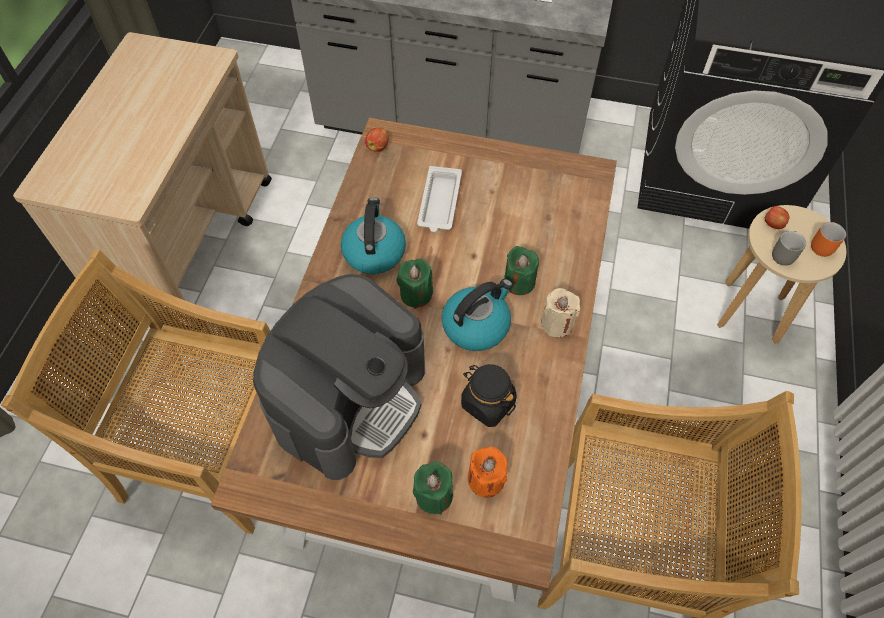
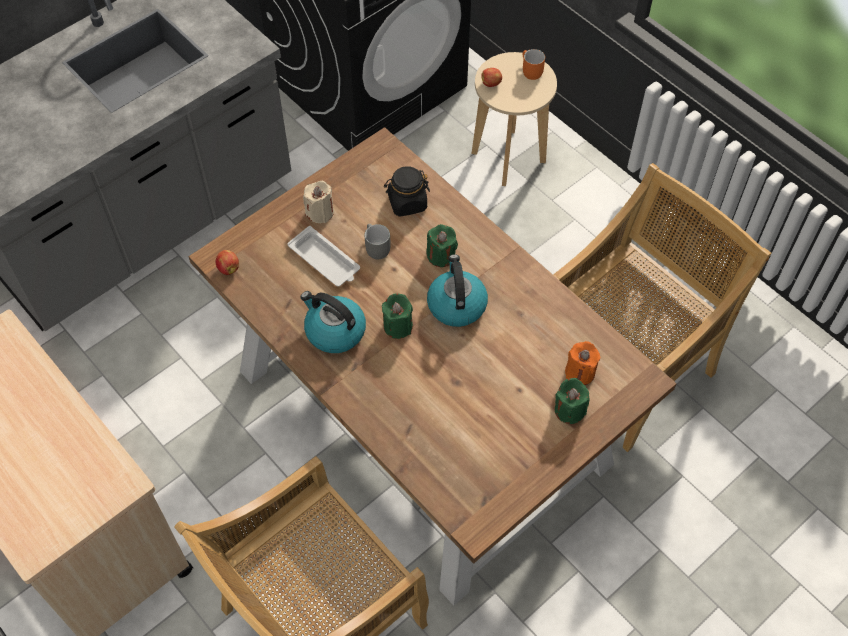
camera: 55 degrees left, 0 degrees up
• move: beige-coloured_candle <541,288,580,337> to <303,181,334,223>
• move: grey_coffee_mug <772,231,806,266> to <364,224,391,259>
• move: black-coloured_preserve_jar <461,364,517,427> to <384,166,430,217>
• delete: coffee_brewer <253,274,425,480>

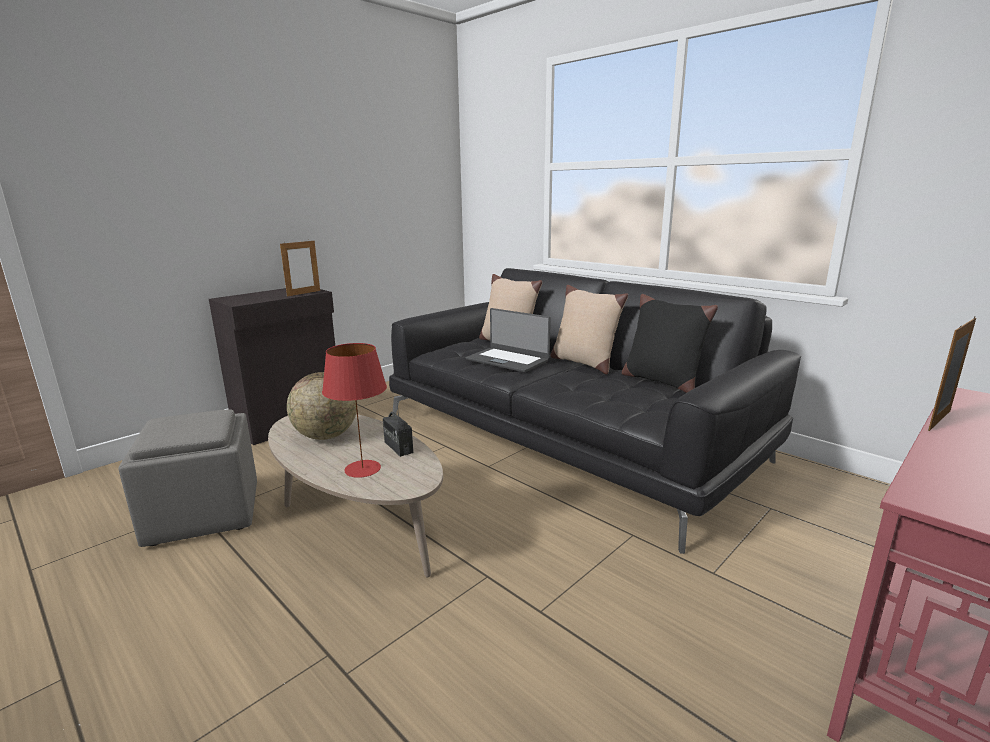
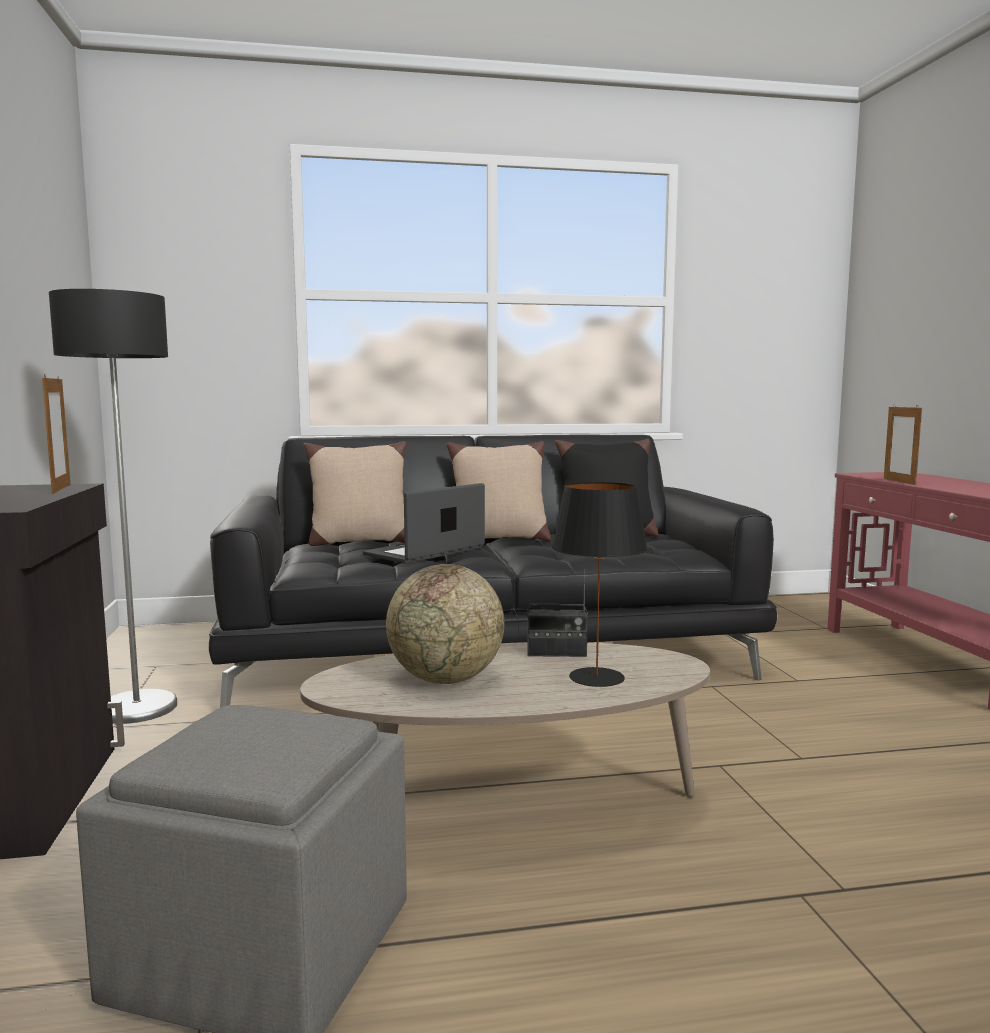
camera: 55 degrees left, 10 degrees down
• insert: floor_lamp <49,289,177,724>
• rotate: laptop <466,308,551,373> = <363,483,485,564> 150 degrees clockwise
• recolor: red_lamp_for_a_table <322,343,387,478> to black-coloured_lamp_for_a_table <552,482,648,687>

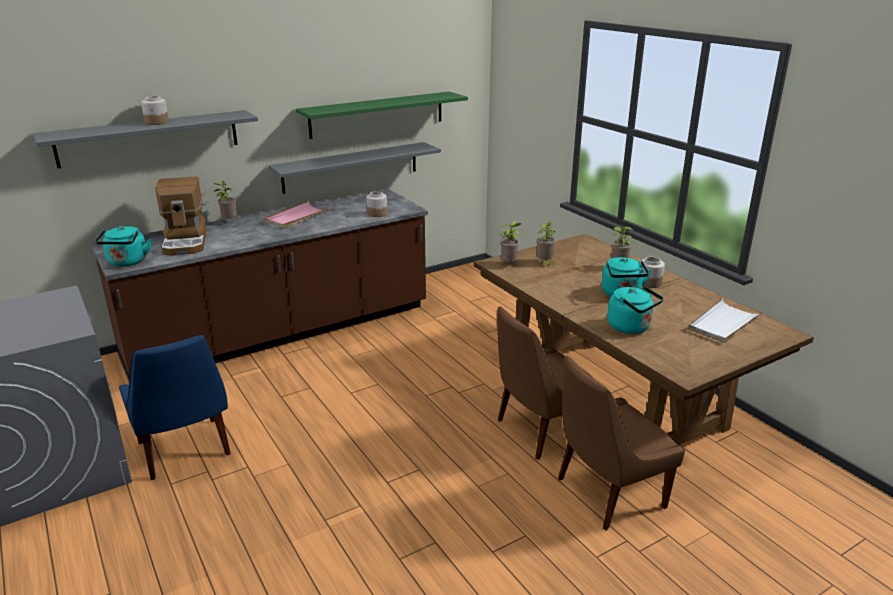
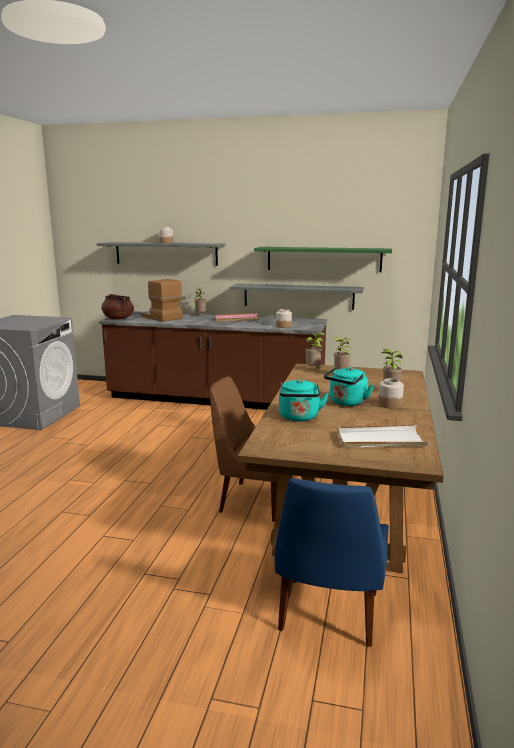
camera: 45 degrees right, 10 degrees down
• replace: turquoise_kettle <95,226,151,266> to brownish_saucepot <101,294,134,319>
• rotate: coffee_brewer <155,176,207,256> = <141,279,183,322> 105 degrees clockwise
• move: blue-coloured_chair <119,335,231,480> to <275,478,389,647>
• delete: brownish_chair <558,356,685,531>

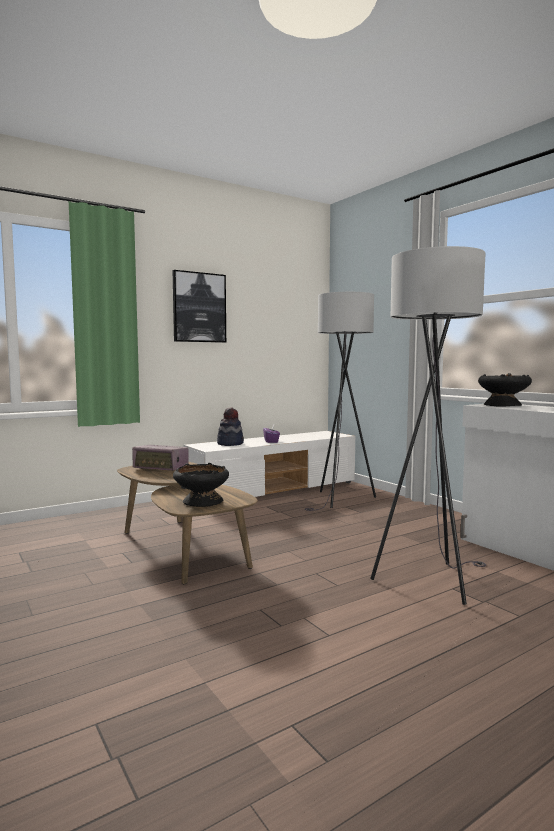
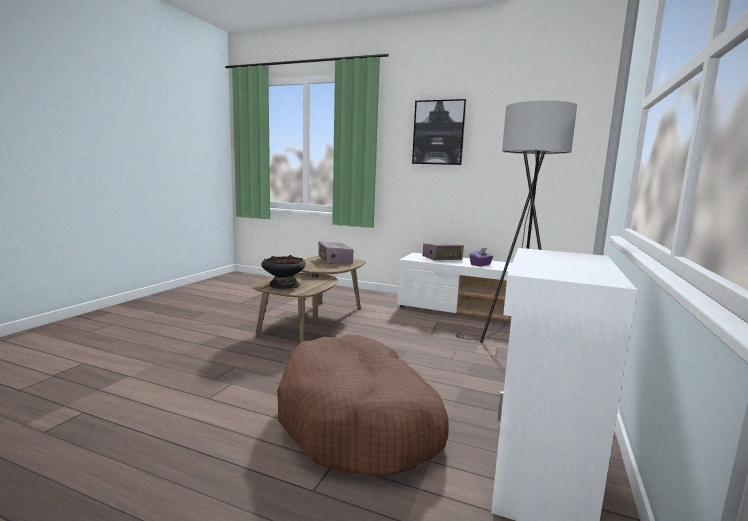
camera: 55 degrees right, 5 degrees up
• replace: grey_floor_lamp <370,246,486,605> to brownish_dog_bed <277,335,449,477>
• replace: hat <217,407,244,446> to radio_set <422,243,464,261>
• delete: black-coloured_serving_bowl <478,373,532,407>

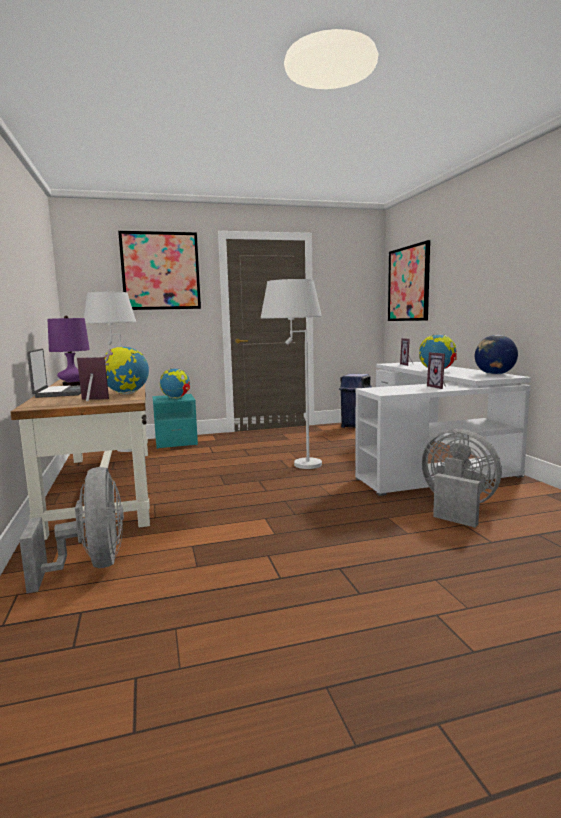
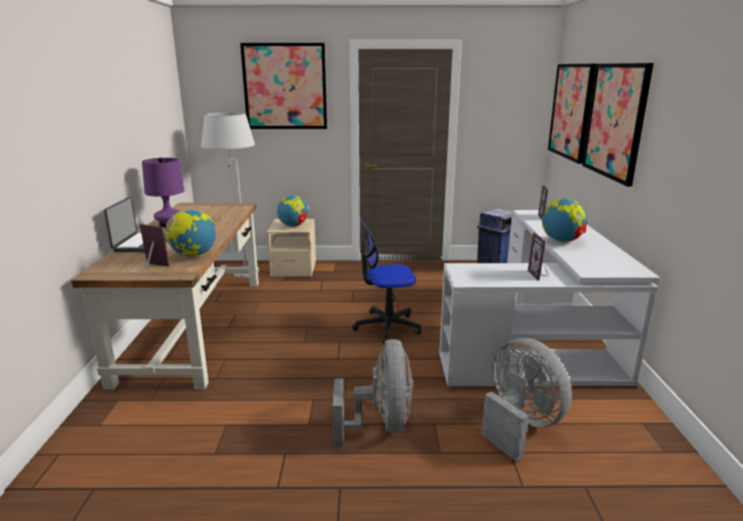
camera: 15 degrees right, 10 degrees up
• recolor: turquoise_nightstand <152,394,198,449> to beige-coloured_nightstand <267,219,316,277>
• move: grey_fan <19,467,124,593> to <333,339,413,448>
• replace: white-coloured_floor_lamp <261,279,322,469> to computer_chair <352,219,421,344>
• insert: picture <582,63,654,186>
• delete: world_globe <475,335,518,375>

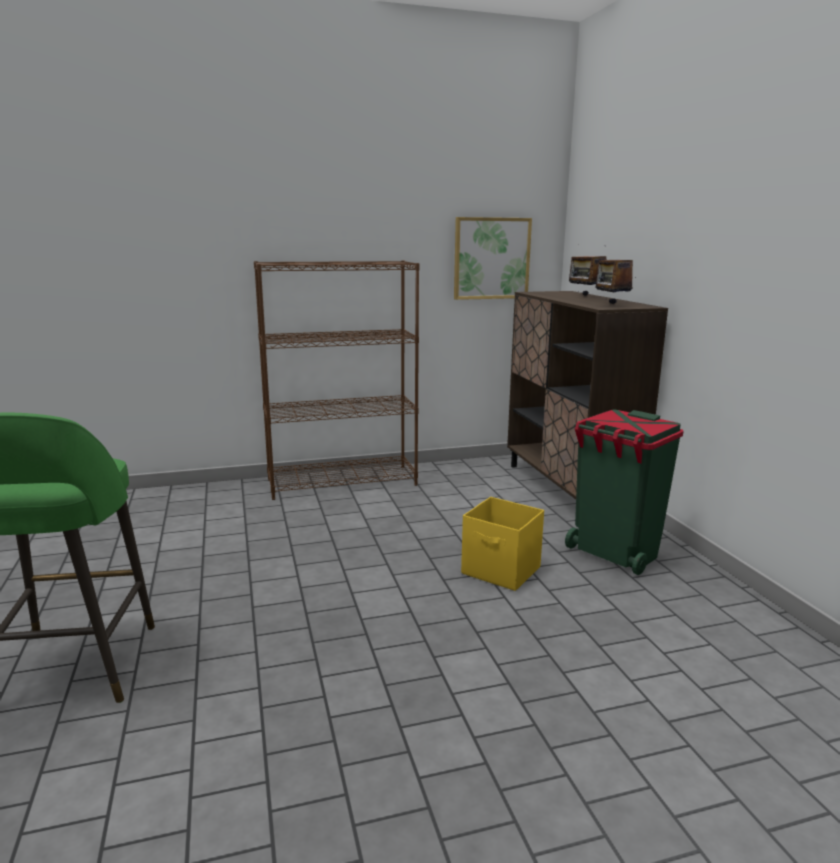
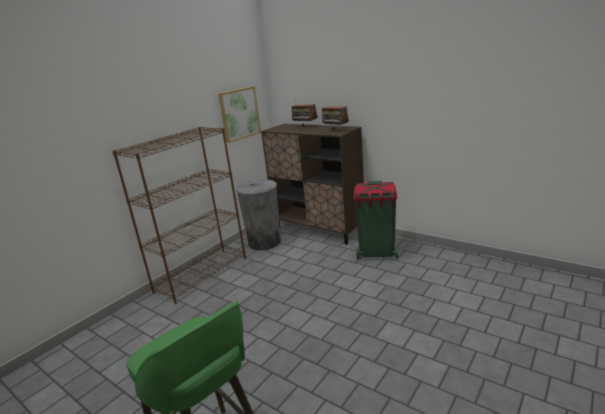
camera: 35 degrees left, 5 degrees up
• insert: grey_rubbish_bin <236,179,281,250>
• delete: yellowish_storage_box <461,497,544,591>

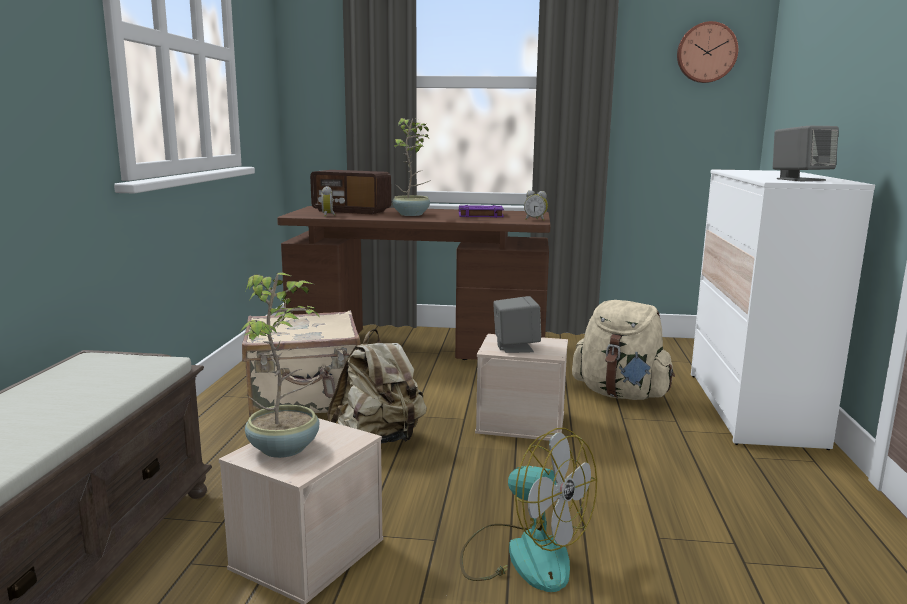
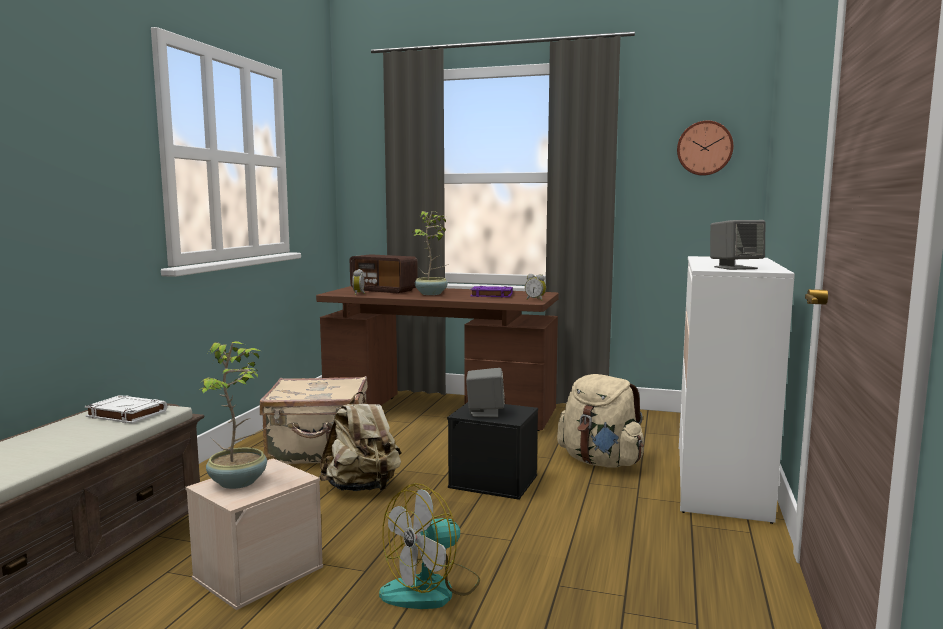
camera: 10 degrees right, 5 degrees down
• insert: white-coloured_book <85,395,167,424>
• rotate: fan <460,428,597,592> = <379,483,480,609> 90 degrees clockwise
• recolor: beige-coloured_storage_box <475,334,568,441> to black-coloured_storage_box <447,402,538,500>

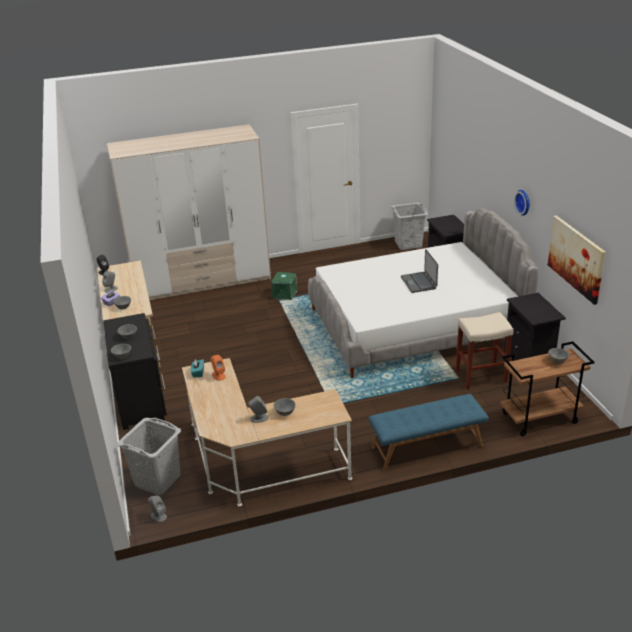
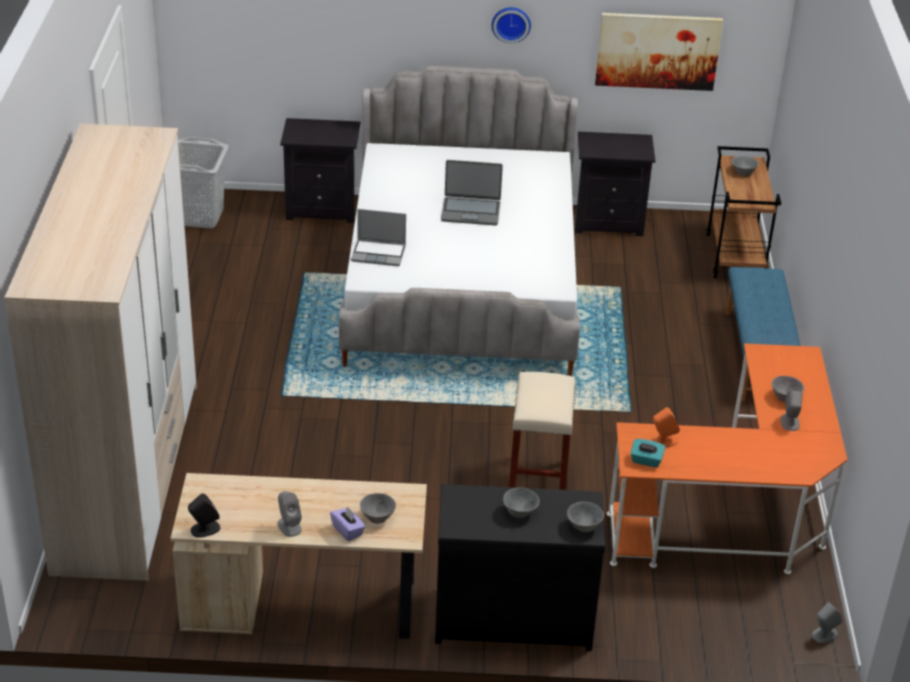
camera: 75 degrees left, 5 degrees up
• insert: laptop <351,209,406,266>
• move: beige-coloured_stool <456,312,513,389> to <509,372,575,490>
• recolor: beige-coloured_desk_table <182,358,352,506> to orange-coloured_desk_table <607,343,847,574>
• delete: grey_laundry_basket <117,418,181,495>
• delete: green-coloured_storage_box <271,272,297,300>

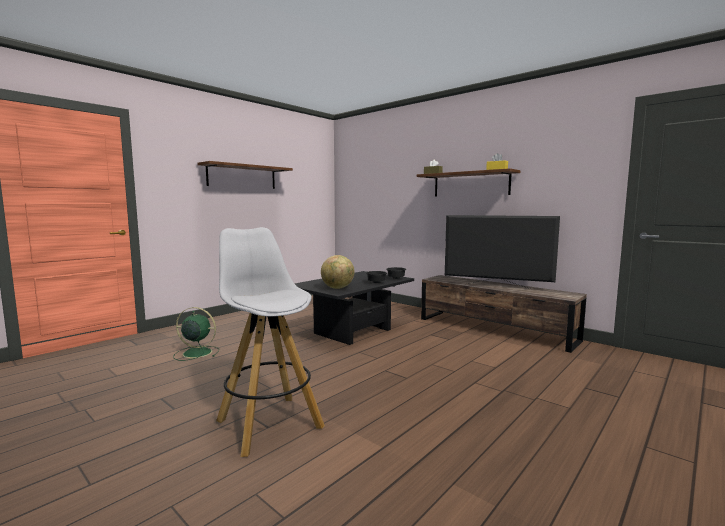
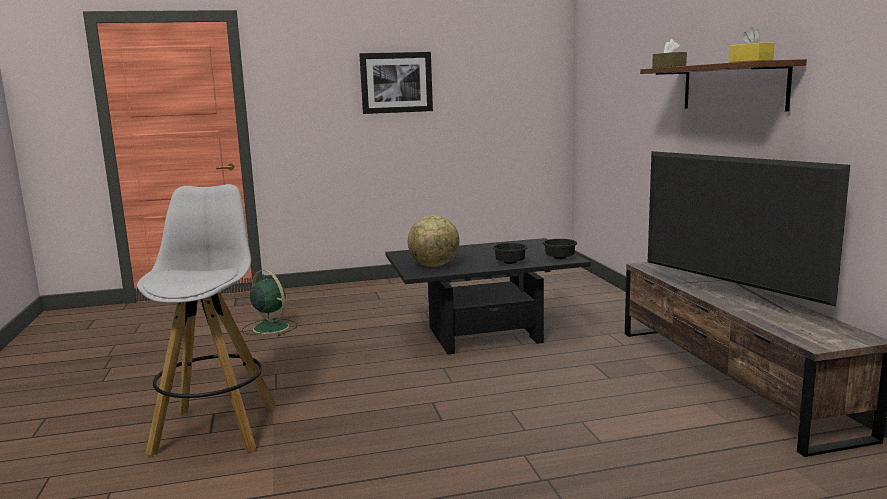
camera: 35 degrees right, 5 degrees up
• replace: brownish_shelf <197,161,293,189> to picture <359,52,433,114>

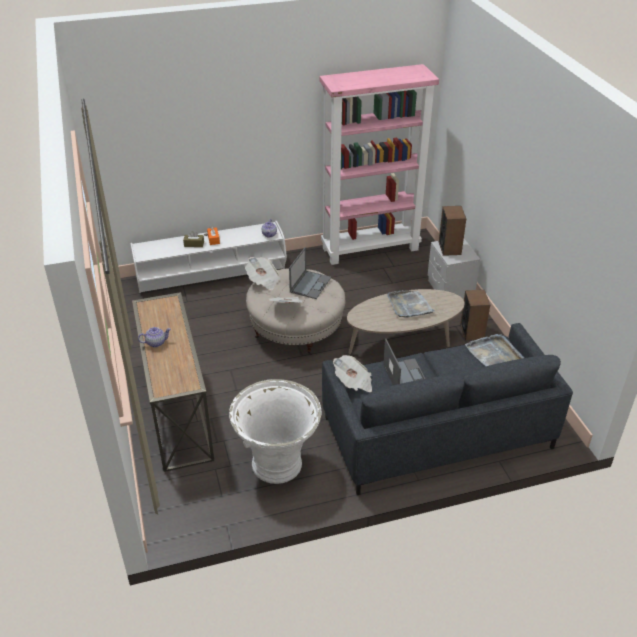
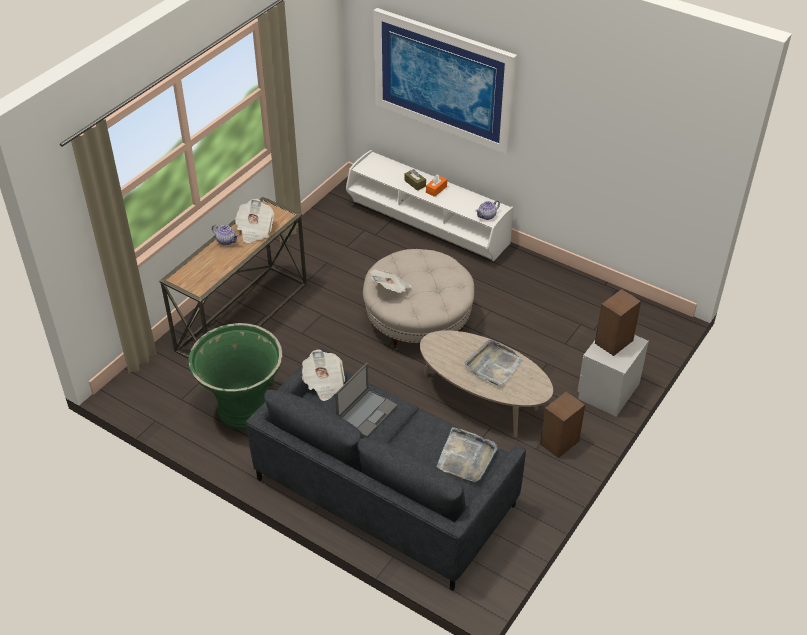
camera: 50 degrees right, 5 degrees up
• recolor: white-coloured_plant_pot <229,379,322,484> to green-coloured_plant_pot <189,323,282,429>
• move: printed_paper <245,257,281,290> to <235,199,274,243>
• insert: picture <374,8,517,154>
• delete: laptop <289,247,331,299>
• delete: pinkish_bookcase <320,64,439,265>

